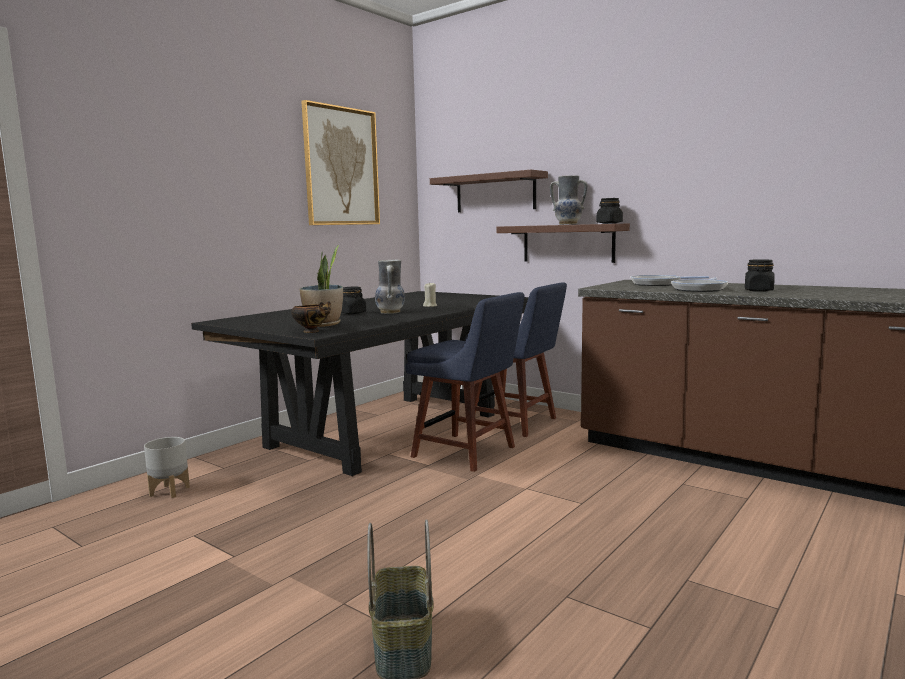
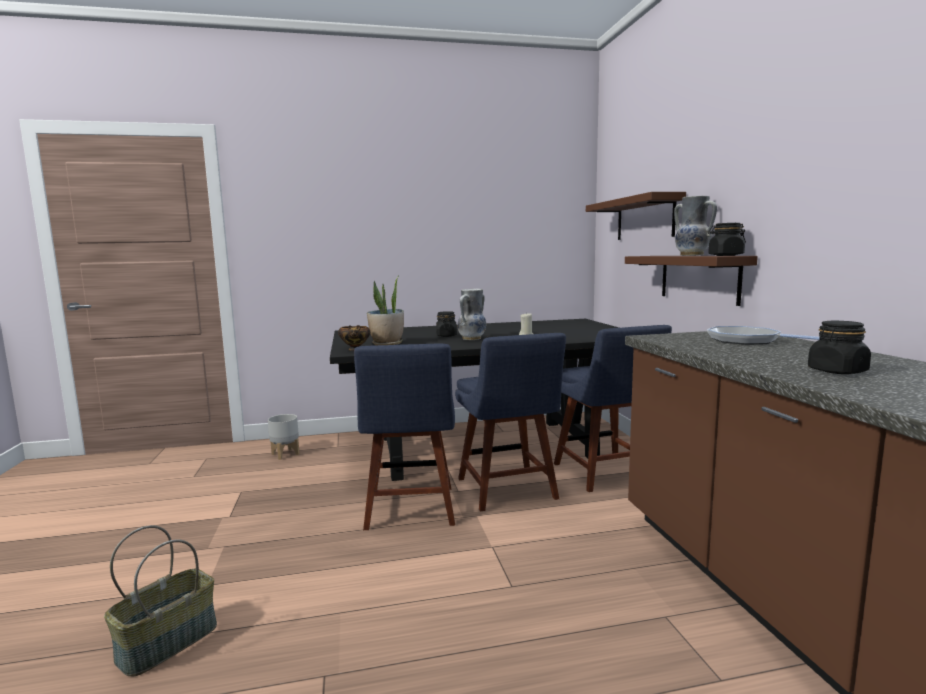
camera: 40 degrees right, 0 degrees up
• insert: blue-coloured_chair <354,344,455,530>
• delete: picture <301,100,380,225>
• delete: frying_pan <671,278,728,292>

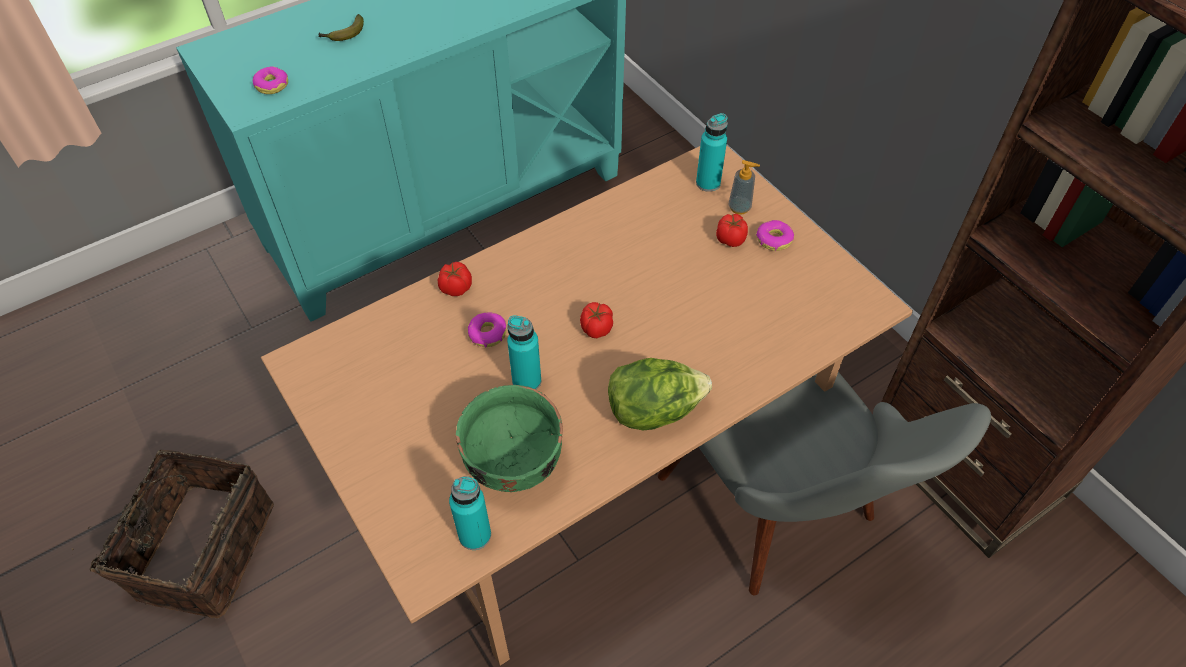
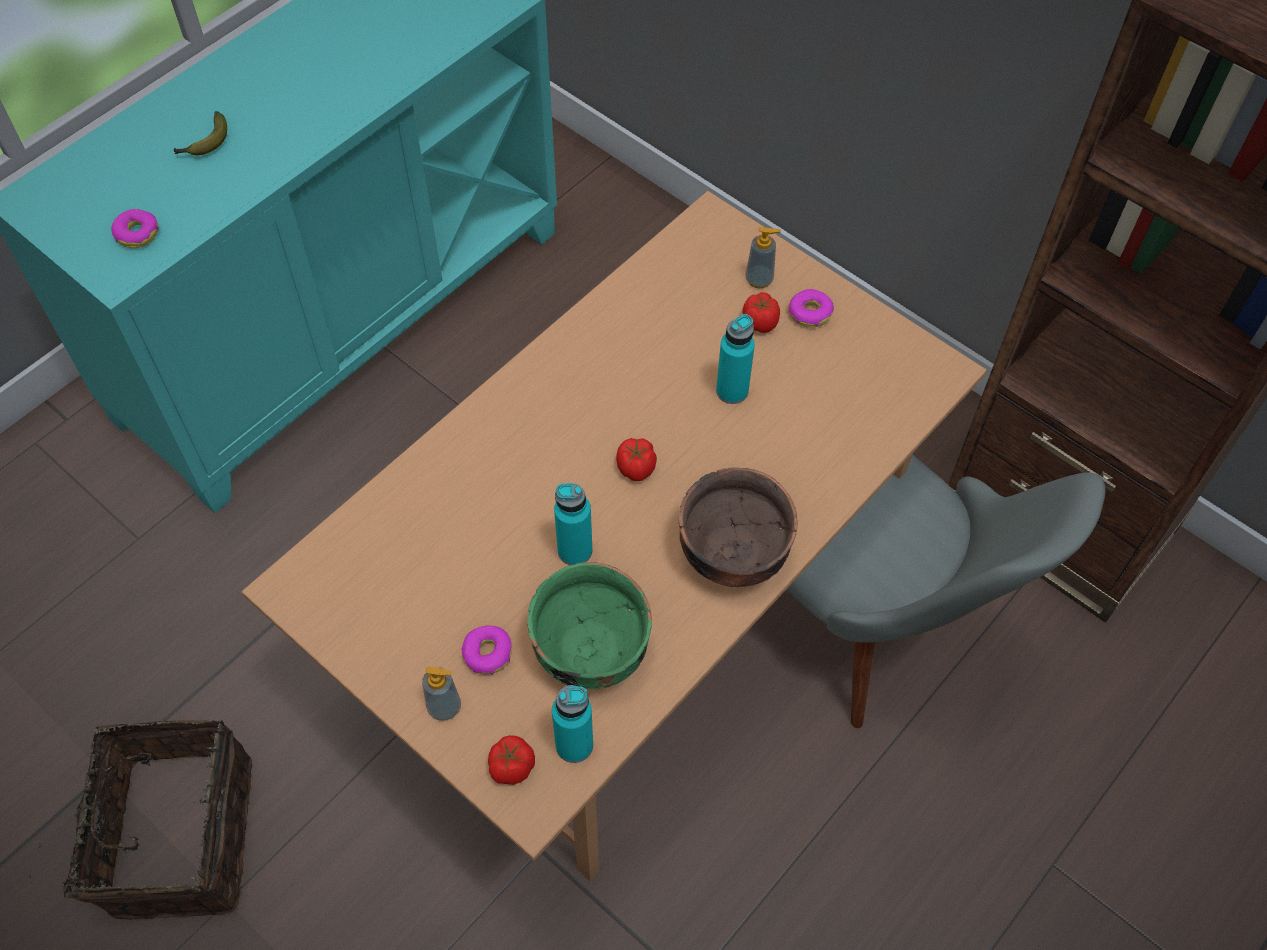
camera: 15 degrees left, 5 degrees up
• insert: soap_dispenser <422,666,461,721>
• move: donut <468,312,507,347> to <462,625,512,675>
• move: fresh_tomato <438,262,472,296> to <488,735,535,785>
• replace: lettuce <608,358,712,431> to brownish_serving_bowl <679,467,798,587>
• move: turquoise_beverage_bottle <696,113,728,192> to <716,314,755,404>

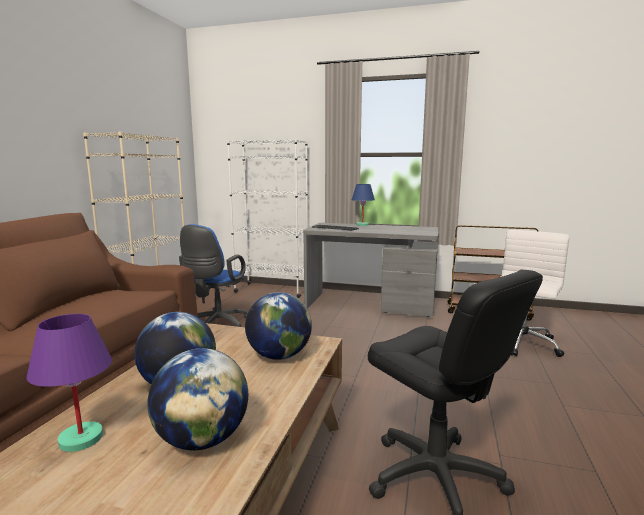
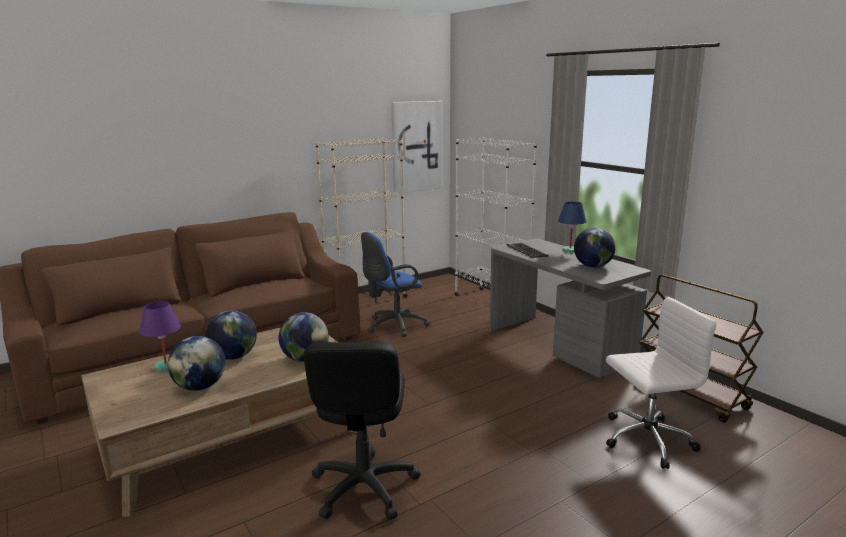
camera: 40 degrees right, 5 degrees up
• insert: picture <391,101,442,194>
• insert: world_globe <574,227,616,268>

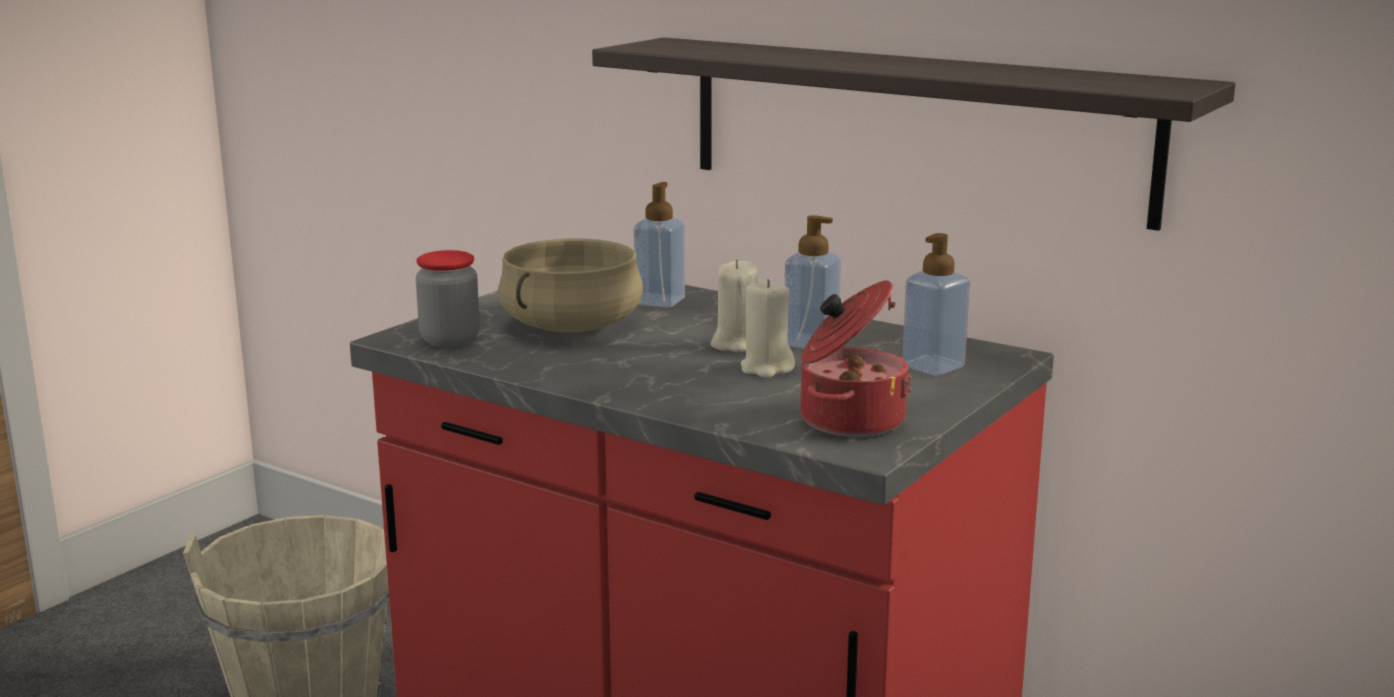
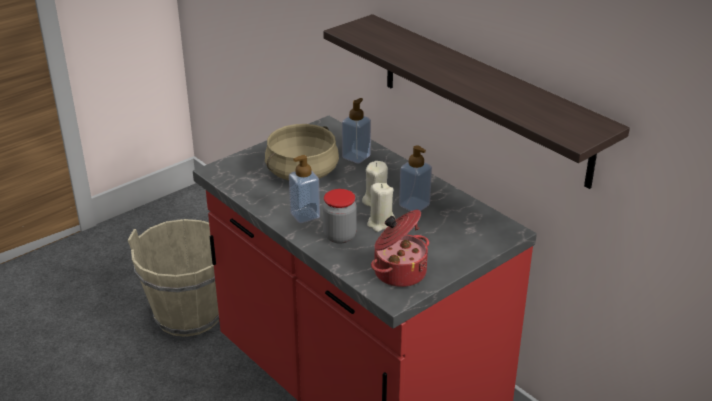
camera: 15 degrees right, 15 degrees up
• move: soap_dispenser <902,233,970,376> to <289,155,320,223>
• move: preserve_jar <416,250,480,347> to <323,189,357,244>

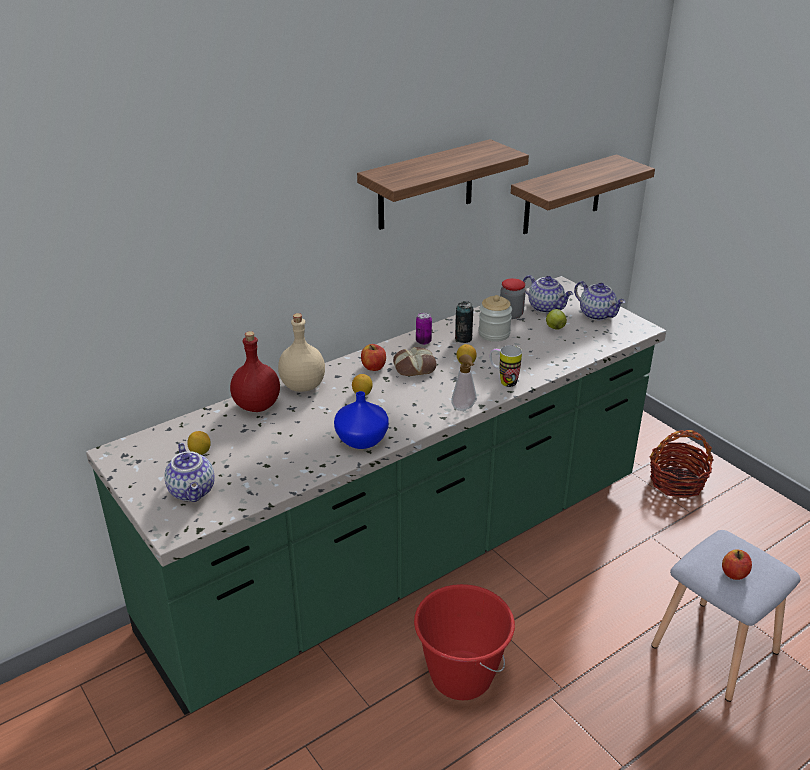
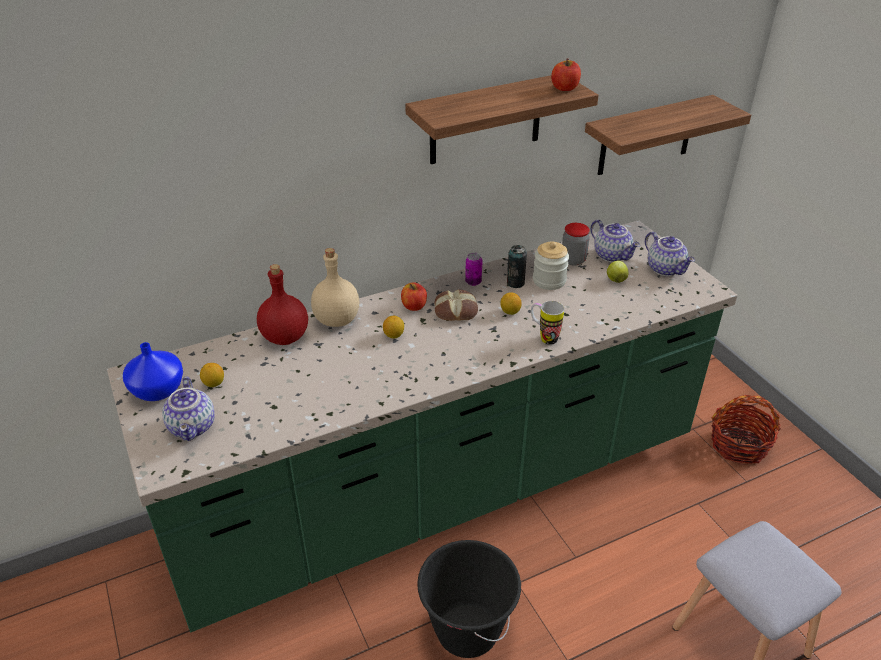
camera: 10 degrees right, 5 degrees up
• move: blue-coloured_flower_vase <334,391,389,449> to <123,342,183,401>
• recolor: red_water_bucket <414,584,515,700> to black-coloured_water_bucket <417,540,521,658>
• move: whole_apple <722,549,752,580> to <551,59,581,91>
• delete: soap_dispenser <451,354,477,411>

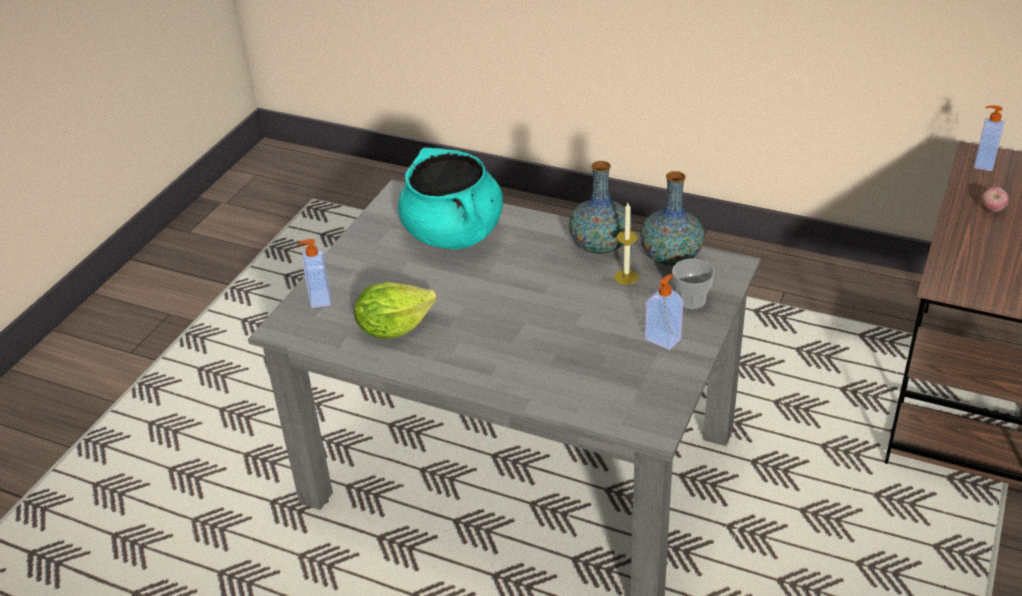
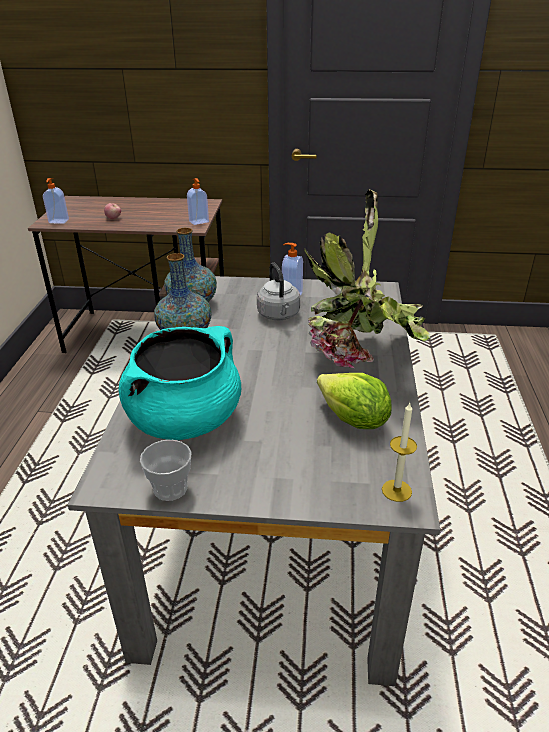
camera: 110 degrees left, 5 degrees down
• move: drinking_cup <672,258,715,309> to <140,440,192,501>
• move: soap_dispenser <297,239,331,308> to <187,178,209,225>
• insert: grey_kettle <257,262,300,320>
• insert: plant_in_a_pot <304,189,431,368>
• move: candle <614,203,639,285> to <382,403,417,502>

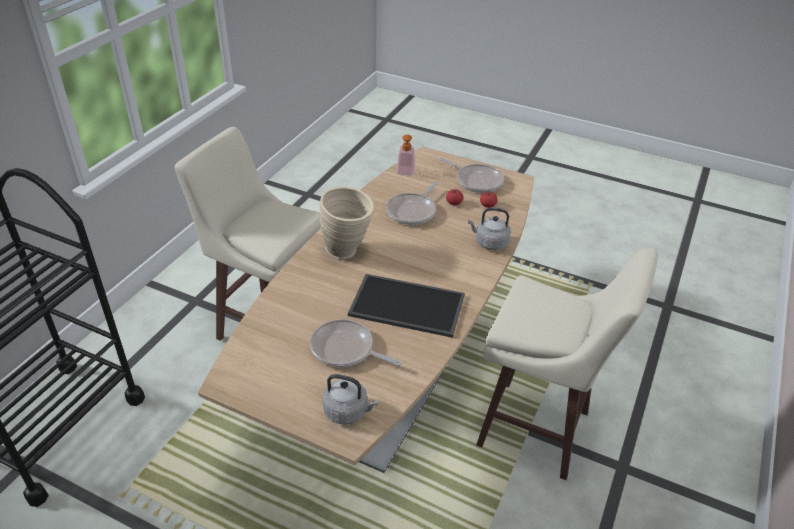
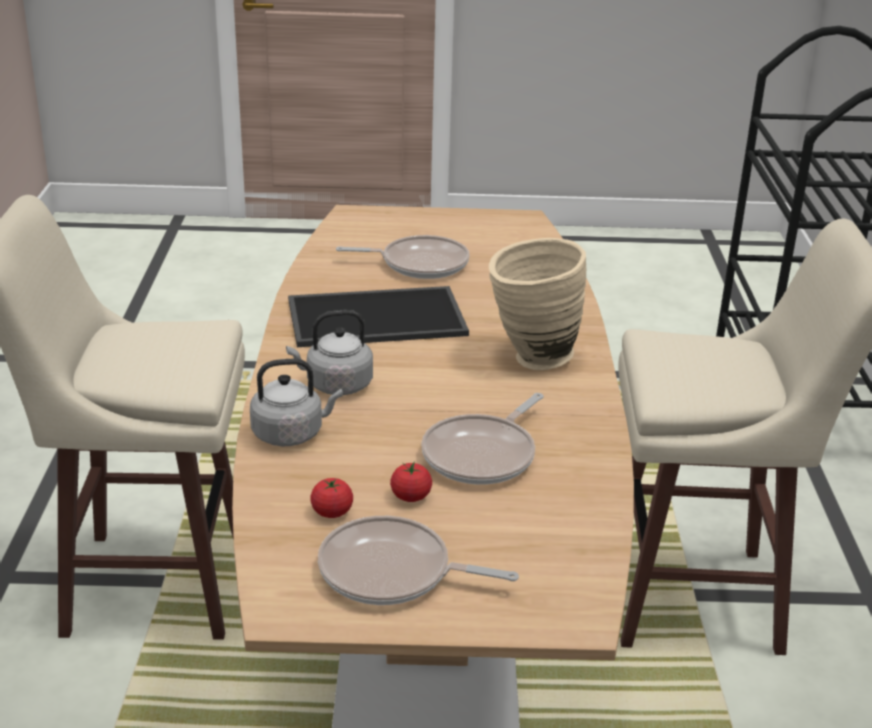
camera: 155 degrees right, 10 degrees down
• move: grey_kettle <323,374,378,425> to <286,310,373,395>
• rotate: frying_pan <386,181,438,225> = <421,393,544,485> 150 degrees counterclockwise
• delete: soap_dispenser <396,135,415,176>

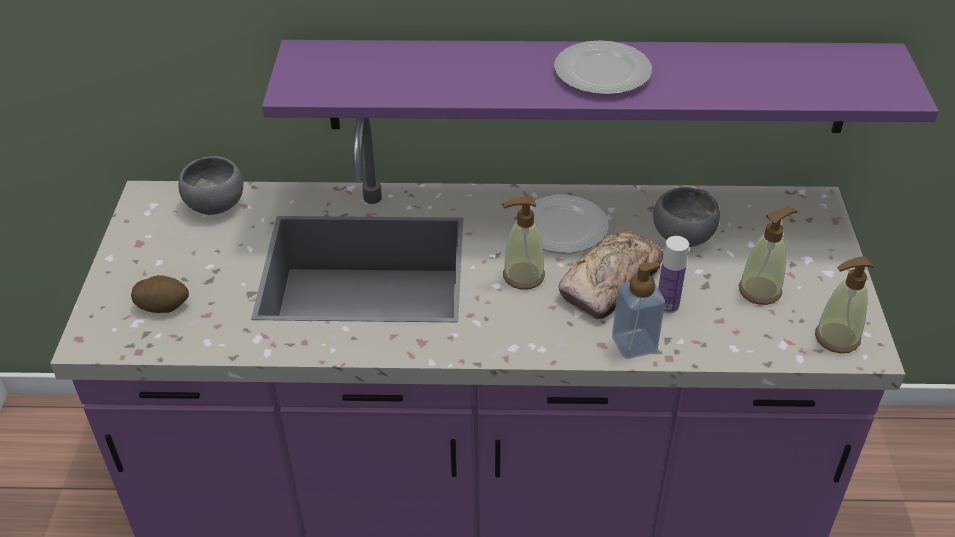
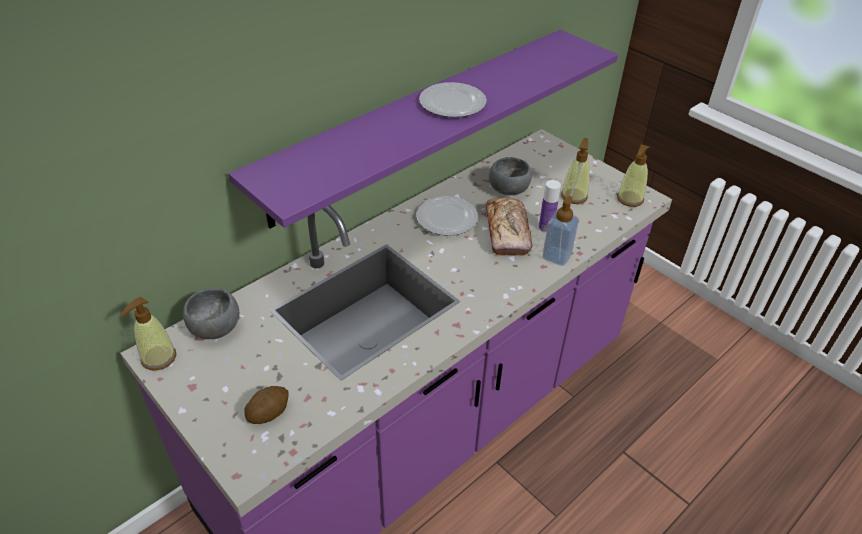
camera: 45 degrees left, 0 degrees up
• move: soap_dispenser <502,196,545,289> to <121,297,176,371>

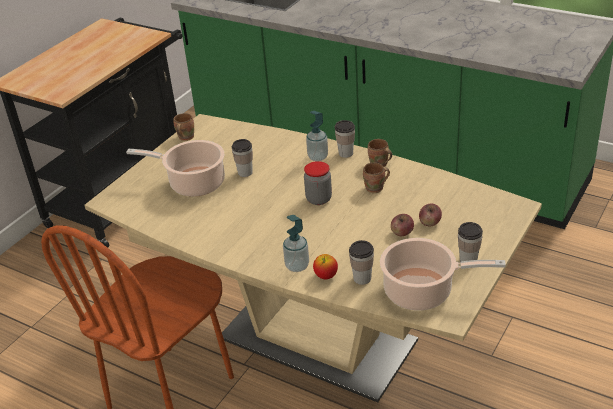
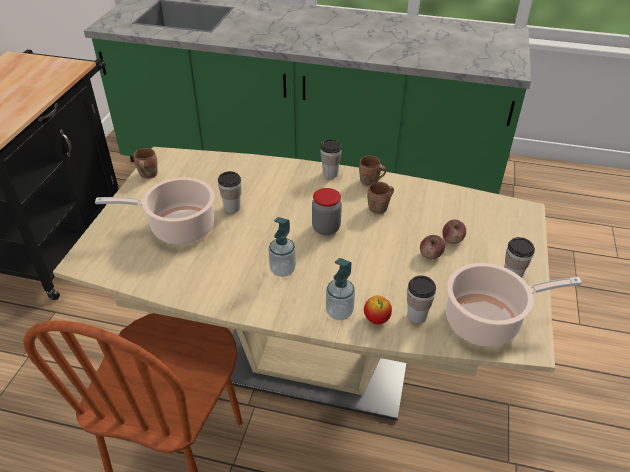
camera: 20 degrees left, 5 degrees up
• move: soap_dispenser <306,111,328,161> to <268,217,296,277>

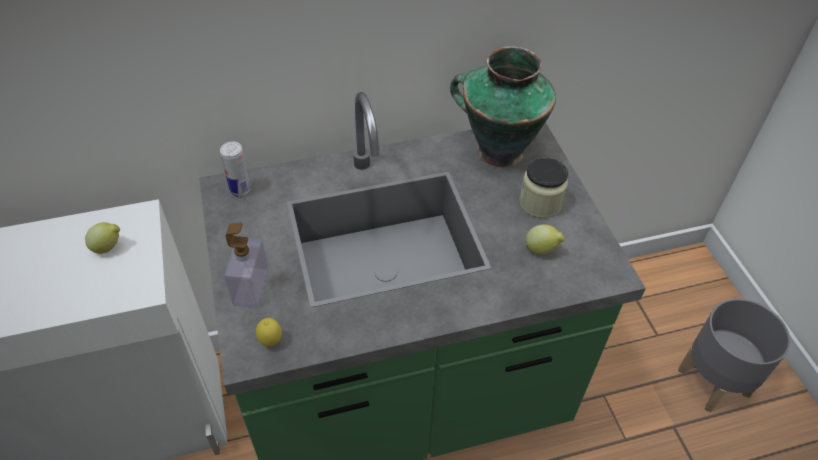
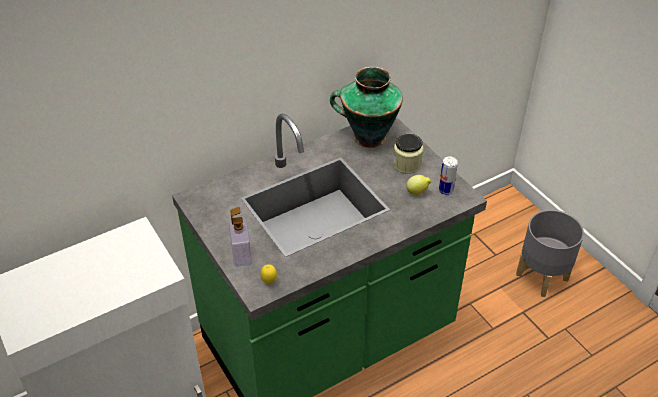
camera: 15 degrees left, 5 degrees down
• move: can <220,141,251,197> to <439,156,458,195>
• delete: whole_lemon <85,222,120,254>

